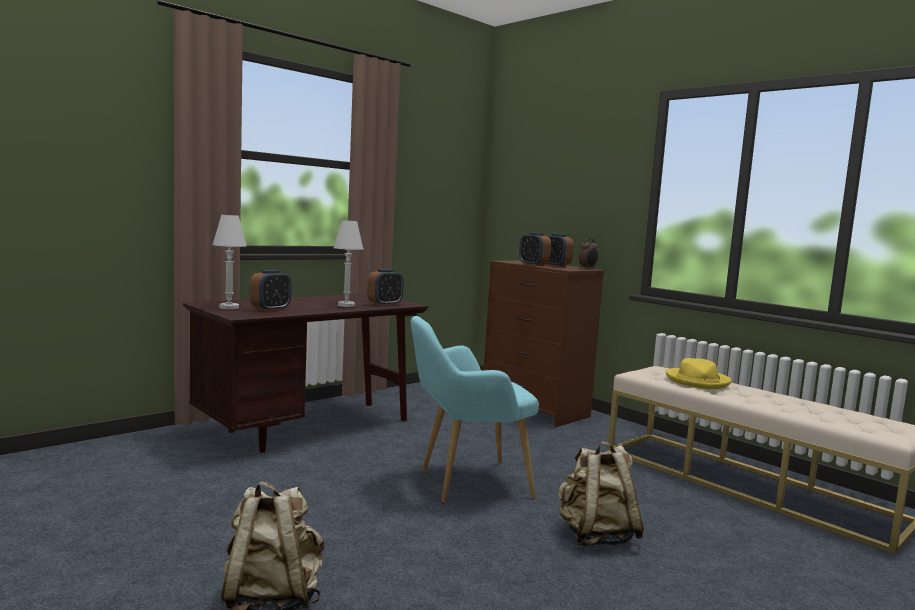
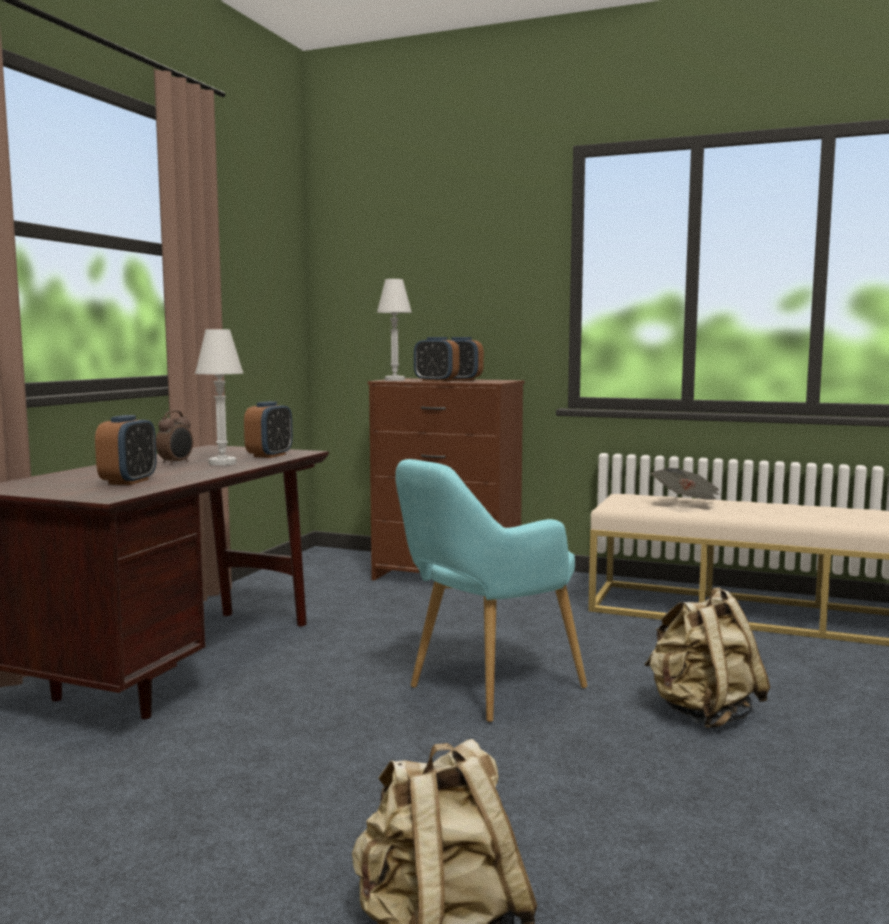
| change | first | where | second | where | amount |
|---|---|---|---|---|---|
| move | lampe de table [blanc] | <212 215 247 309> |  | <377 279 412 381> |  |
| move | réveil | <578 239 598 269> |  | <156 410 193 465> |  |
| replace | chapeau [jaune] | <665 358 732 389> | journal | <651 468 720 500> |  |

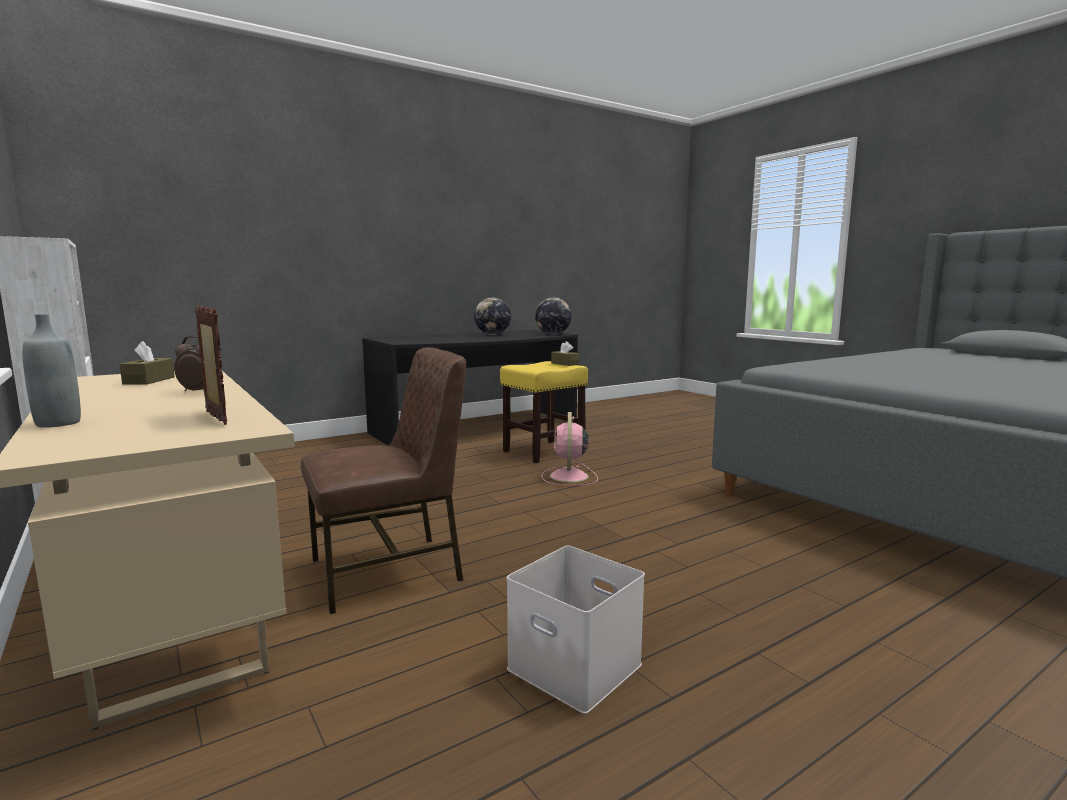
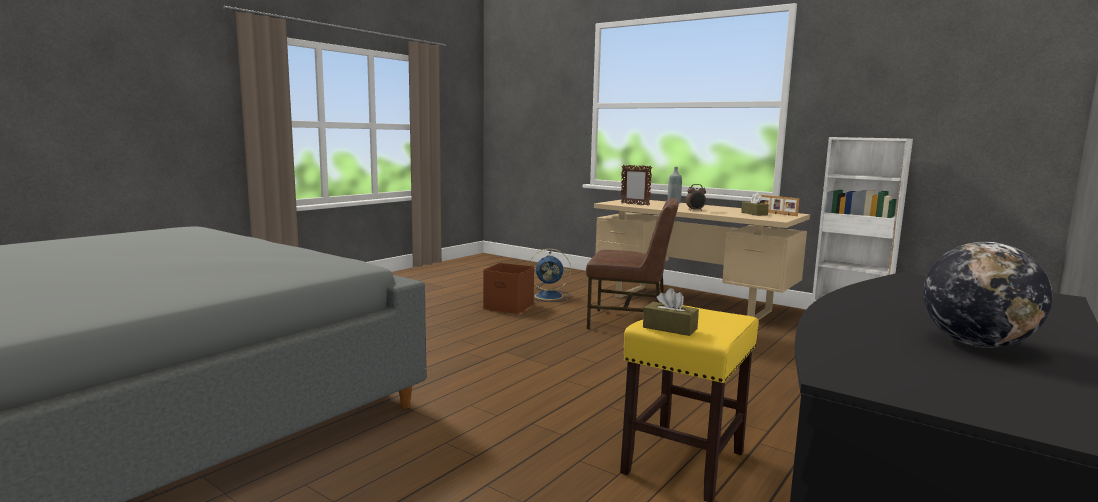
| change | first | where | second | where | amount |
|---|---|---|---|---|---|
| rotate | chaise [marron] | <301 347 466 614> |  | <586 198 679 329> | 120 degrees counterclockwise |
| recolor | boîte de rangement [blanc] | <507 546 645 714> | boîte de rangement [marron] | <483 263 534 314> |  |
| delete | globe | <535 297 572 335> |  |  |  |
| delete | ventilateur [rose] | <542 412 598 486> |  |  |  |
| insert |  |  | ventilateur [bleu] | <529 249 571 302> |  |
| insert |  |  | cadre photo | <758 195 800 216> |  |

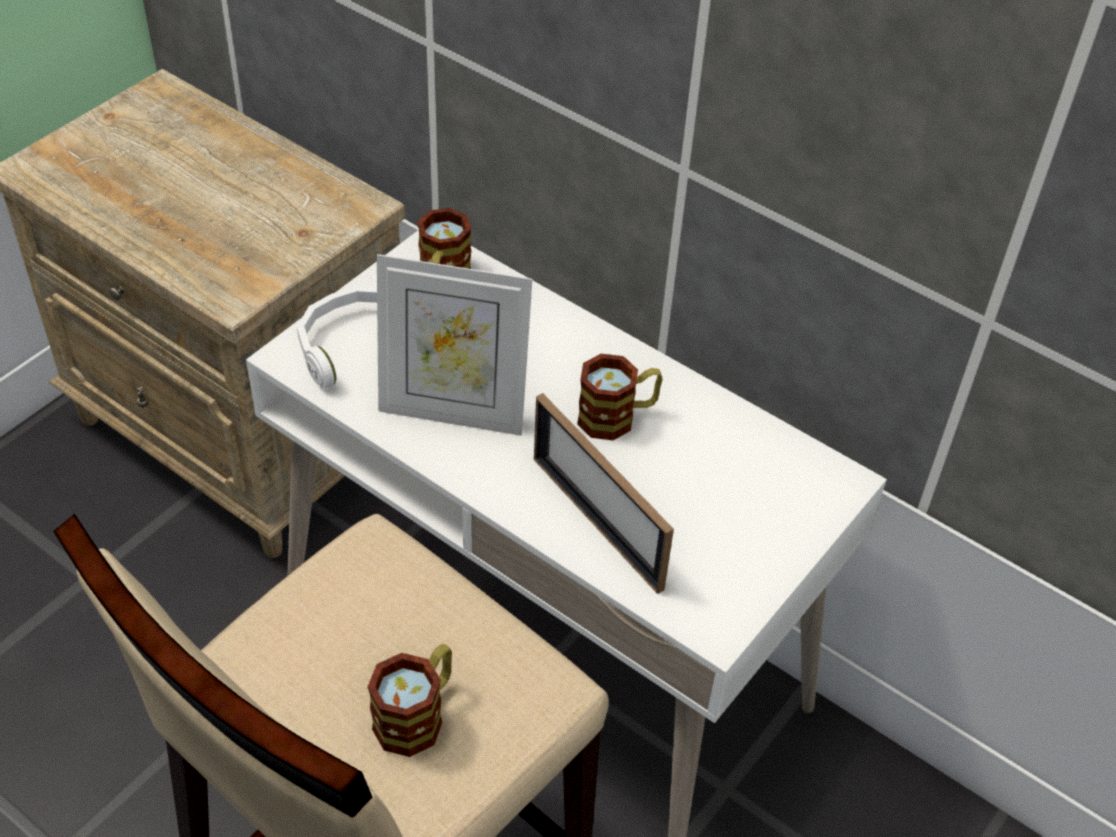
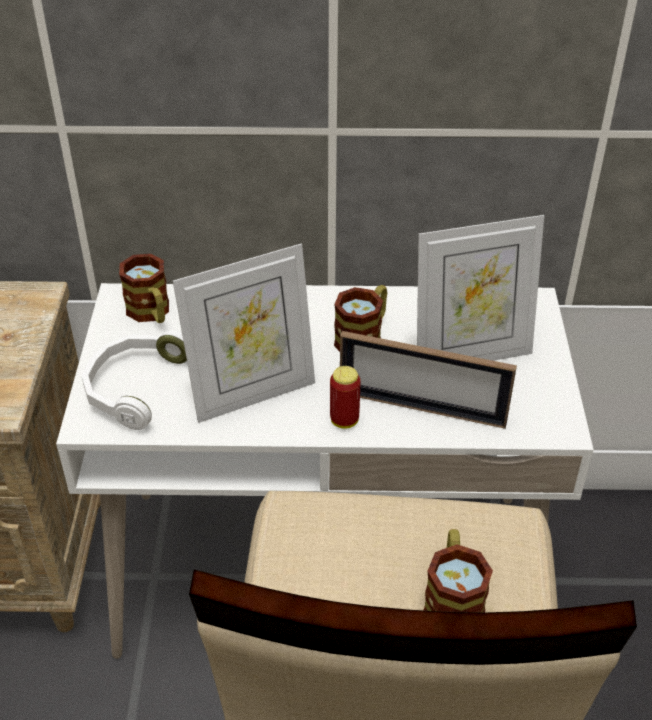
| change | first | where | second | where | amount |
|---|---|---|---|---|---|
| insert |  |  | boîte métallique | <330 366 361 429> |  |
| insert |  |  | cadre photo | <417 215 544 361> |  |

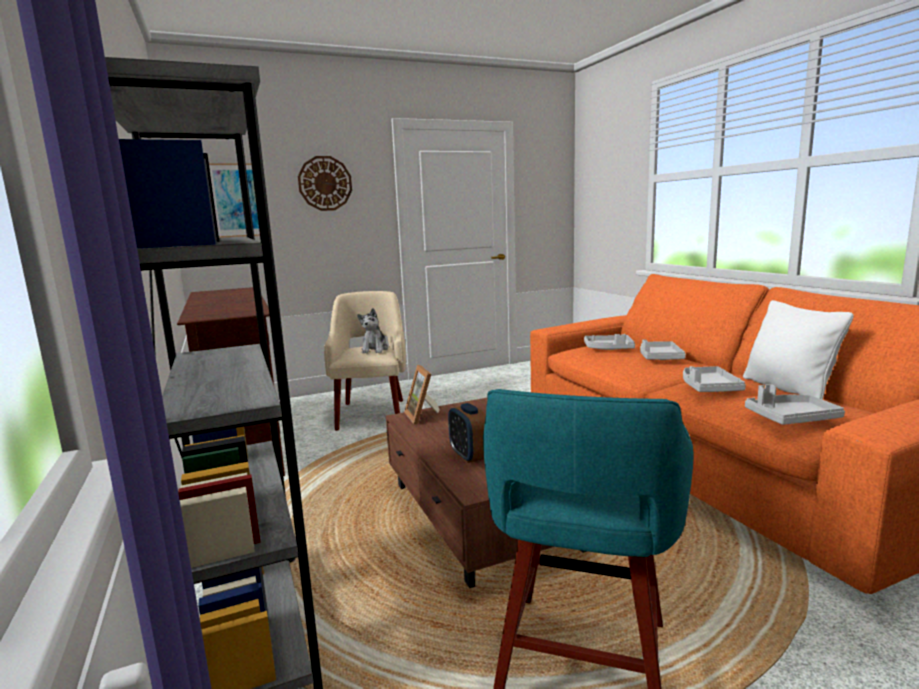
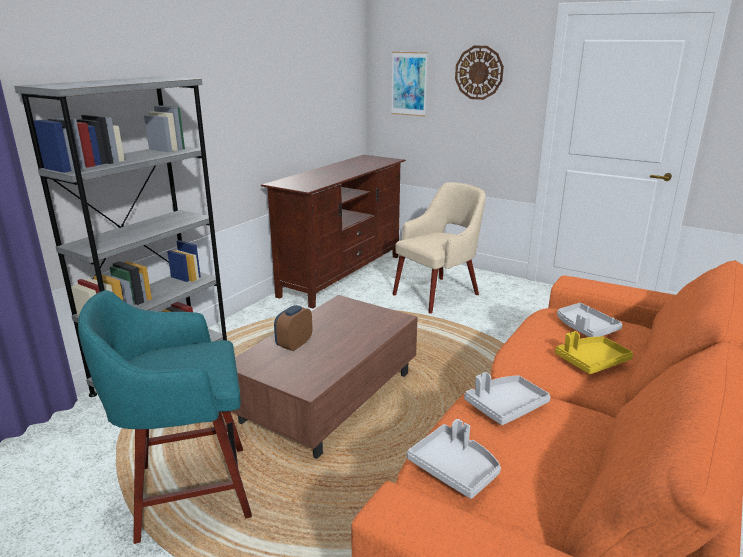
| change | first | where | second | where | amount |
|---|---|---|---|---|---|
| delete | peluche | <357 308 388 353> |  |  |  |
| delete | cadre photo | <404 365 440 425> |  |  |  |
| recolor | plateau [gris] | <640 339 686 360> | plateau [jaune] | <555 331 633 374> |  |
| delete | coussin [blanc] | <743 300 854 400> |  |  |  |

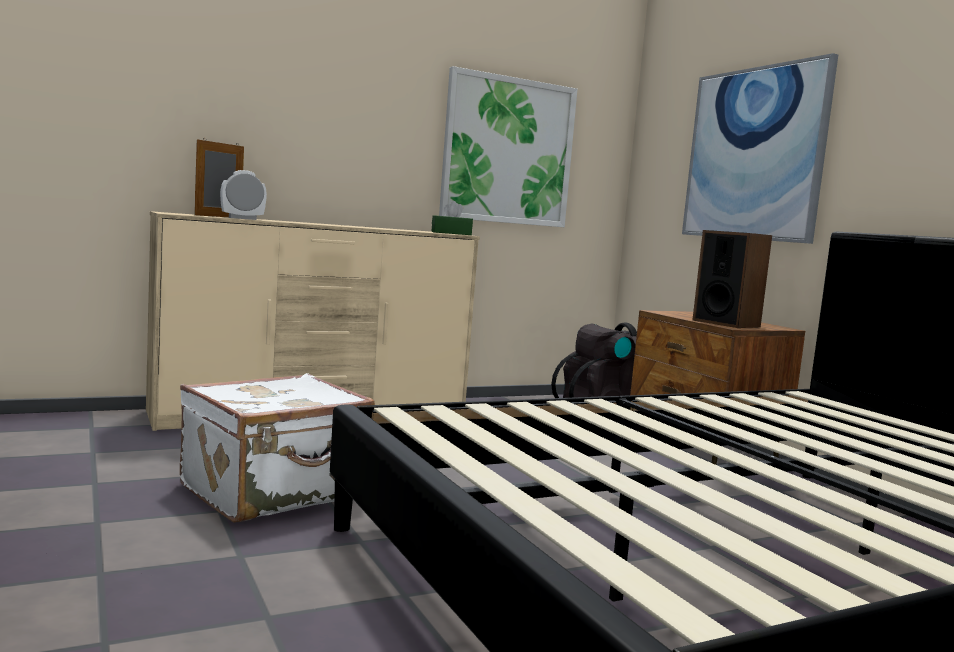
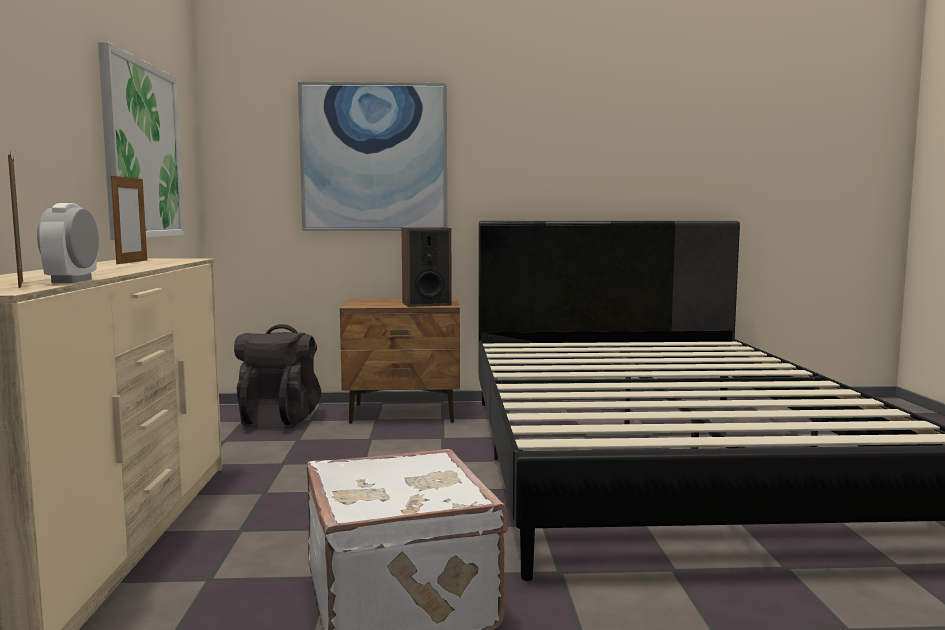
| change | first | where | second | where | amount |
|---|---|---|---|---|---|
| delete | boîte à mouchoirs [vert] | <431 201 473 235> |  |  |  |
| insert |  |  | cadre photo | <111 173 147 264> |  |

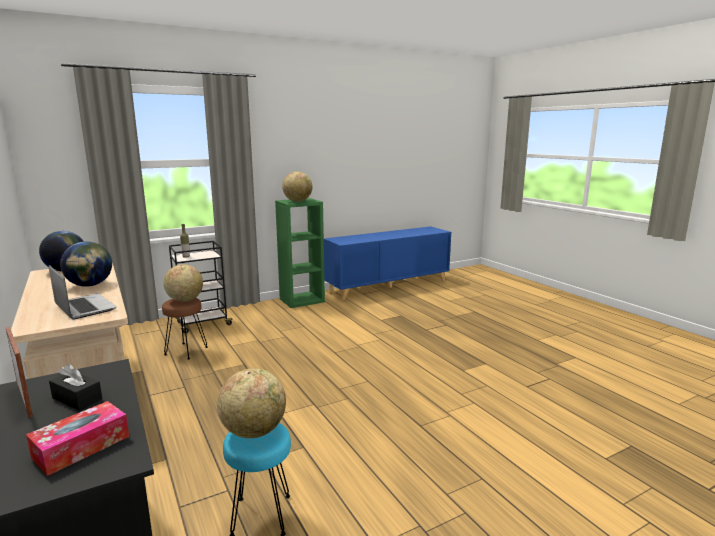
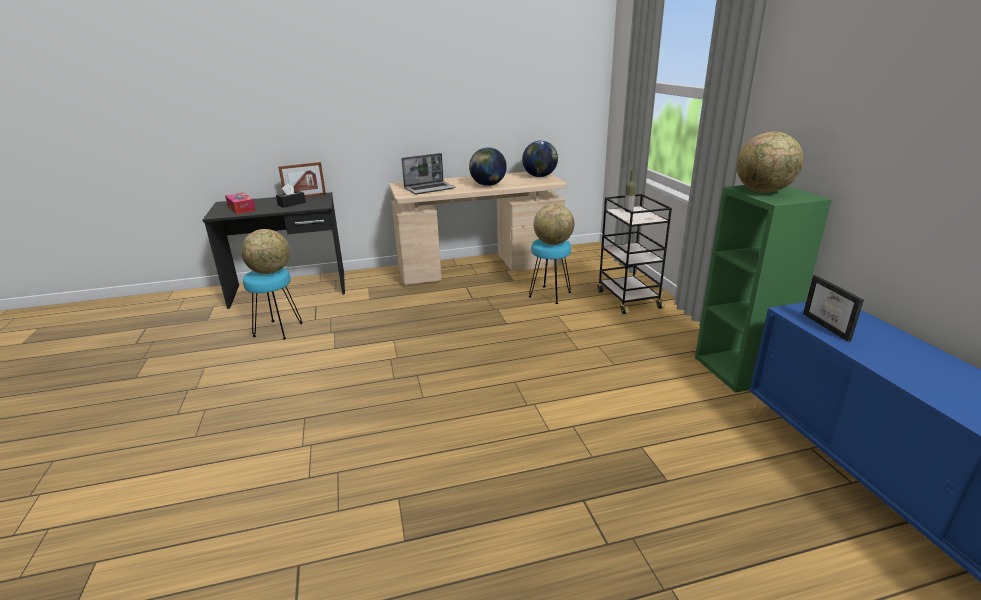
| change | first | where | second | where | amount |
|---|---|---|---|---|---|
| recolor | tabouret [marron] | <162 298 208 360> | tabouret [turquoise] | <529 239 571 304> |  |
| insert |  |  | cadre photo | <803 275 864 342> |  |

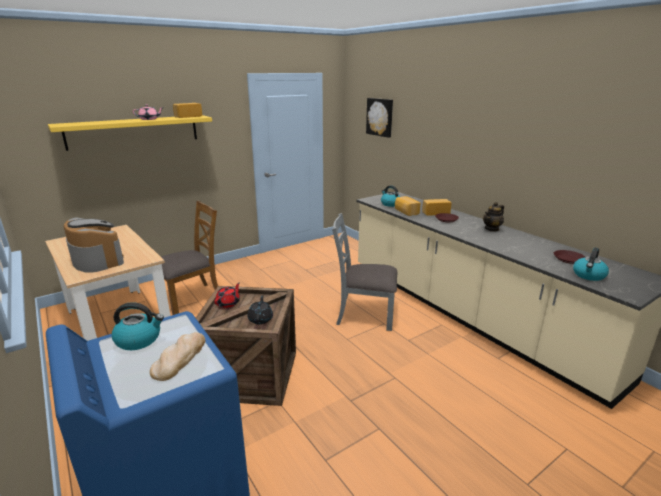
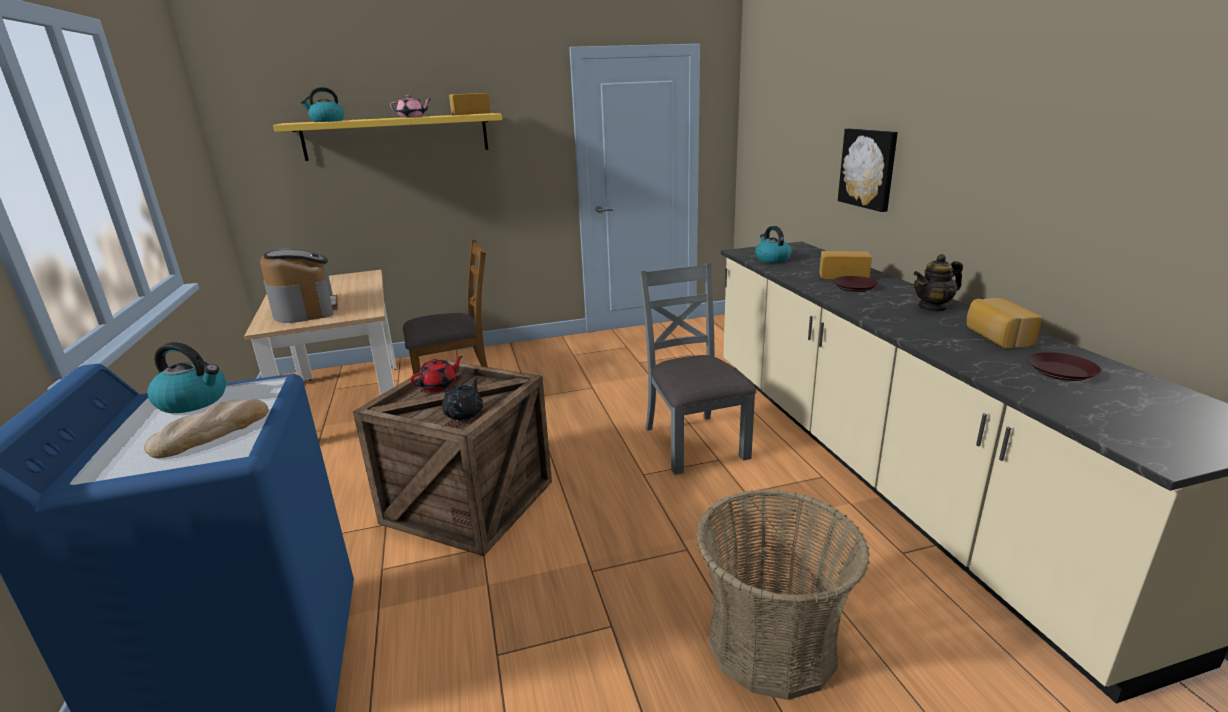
| change | first | where | second | where | amount |
|---|---|---|---|---|---|
| rotate | chaise [gris] | <332 213 398 331> |  | <639 263 756 475> | 45 degrees clockwise |
| move | tableau | <366 98 393 138> |  | <838 128 898 212> |  |
| move | pain | <395 196 420 216> |  | <967 298 1042 349> |  |
| move | bouilloire | <573 248 609 281> |  | <301 87 344 122> |  |
| insert |  |  | panier | <696 489 870 700> |  |

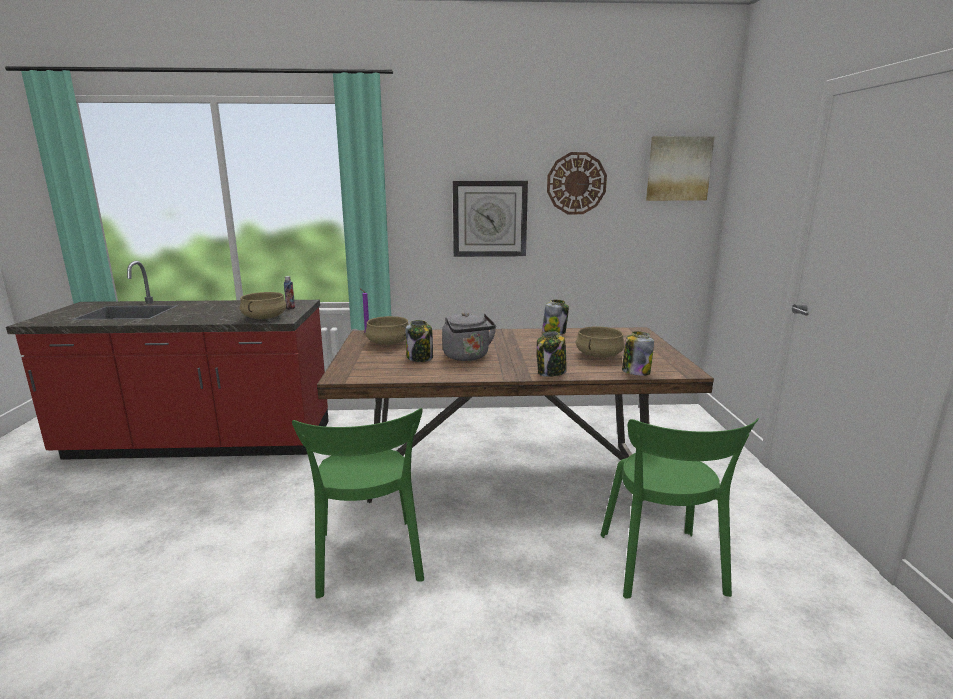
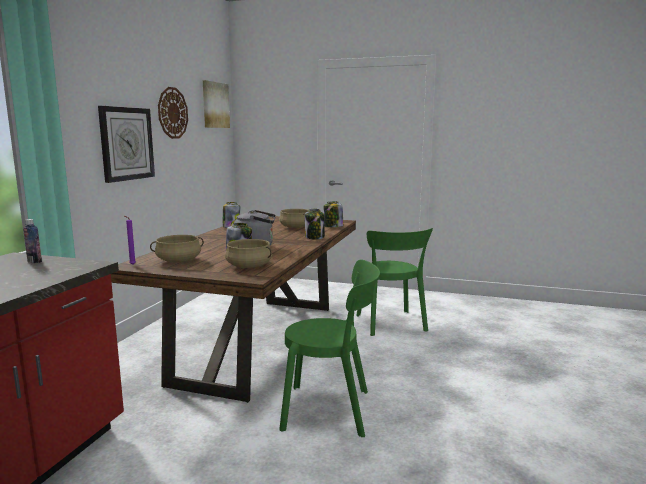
| change | first | where | second | where | amount |
|---|---|---|---|---|---|
| move | marmite [beige] | <240 292 287 319> |  | <225 239 272 268> |  |
| rotate | chaise [vert] | <600 418 759 599> |  | <356 228 433 336> | 60 degrees clockwise |

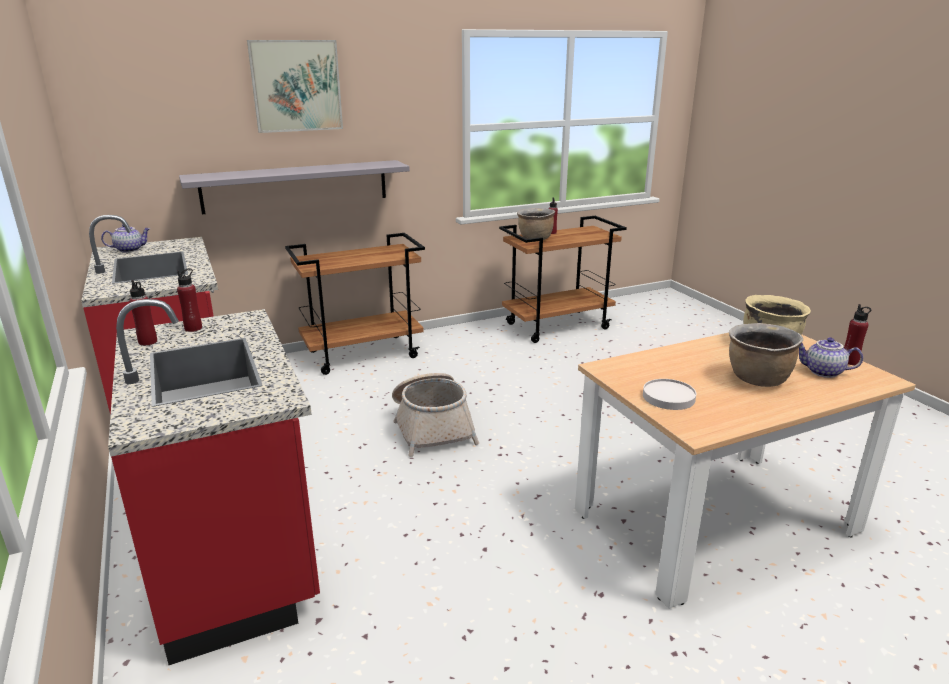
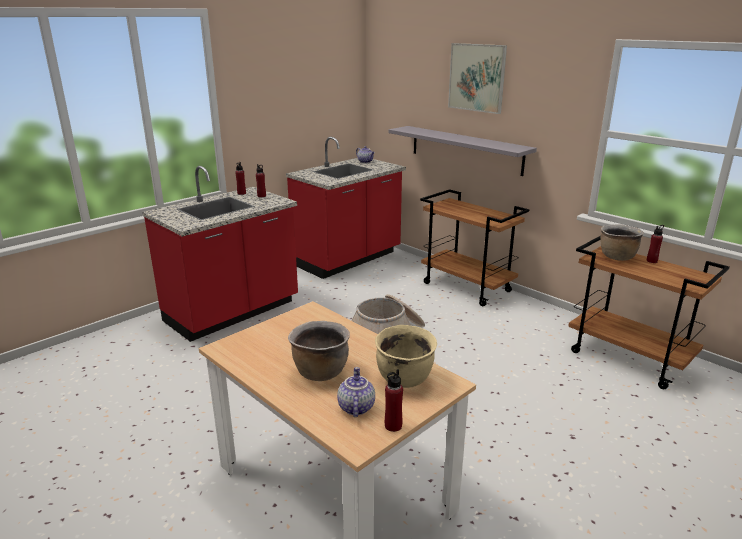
| change | first | where | second | where | amount |
|---|---|---|---|---|---|
| delete | assiette [blanc] | <643 379 696 410> |  |  |  |

